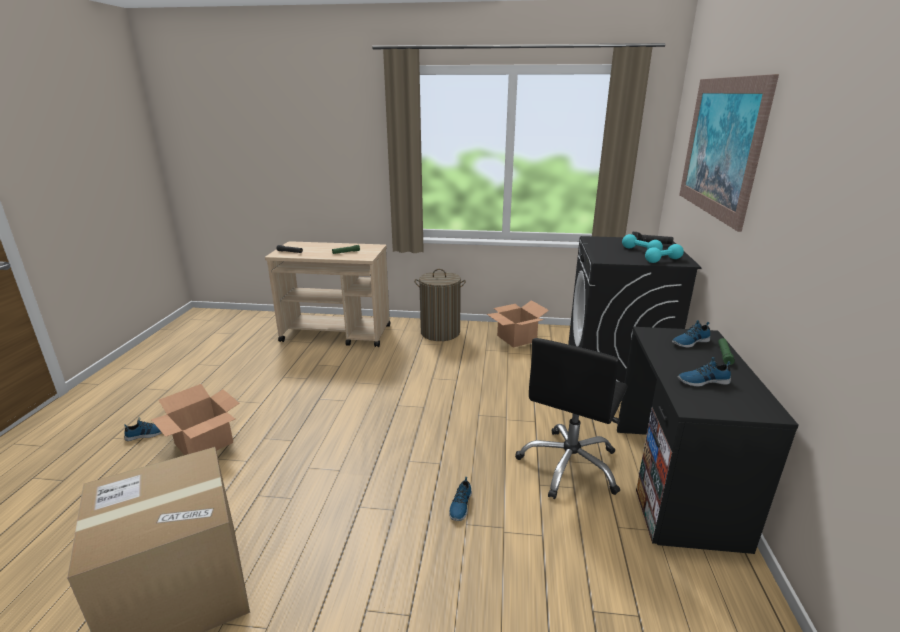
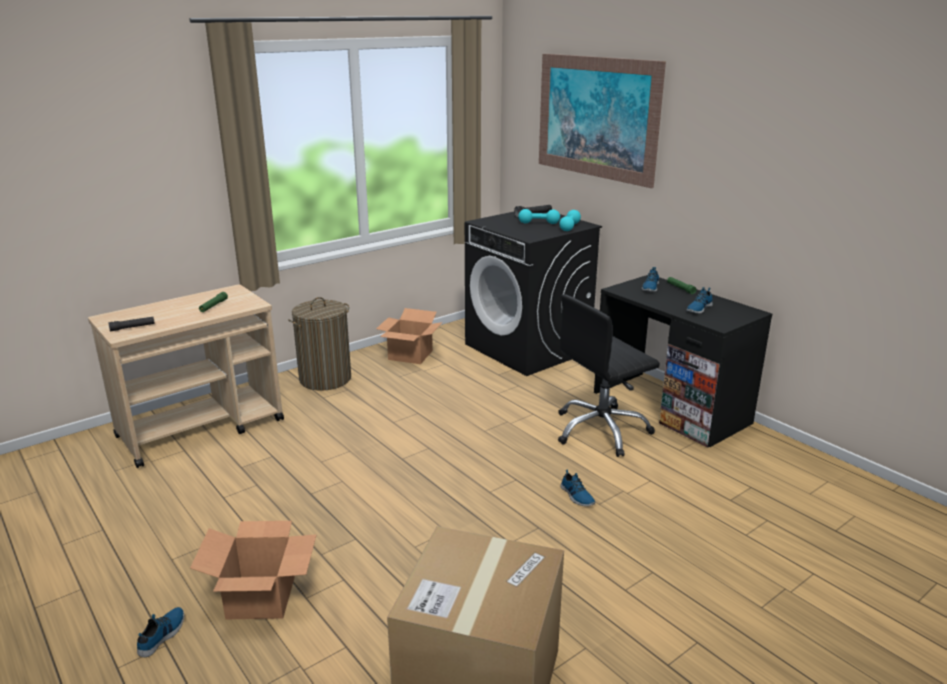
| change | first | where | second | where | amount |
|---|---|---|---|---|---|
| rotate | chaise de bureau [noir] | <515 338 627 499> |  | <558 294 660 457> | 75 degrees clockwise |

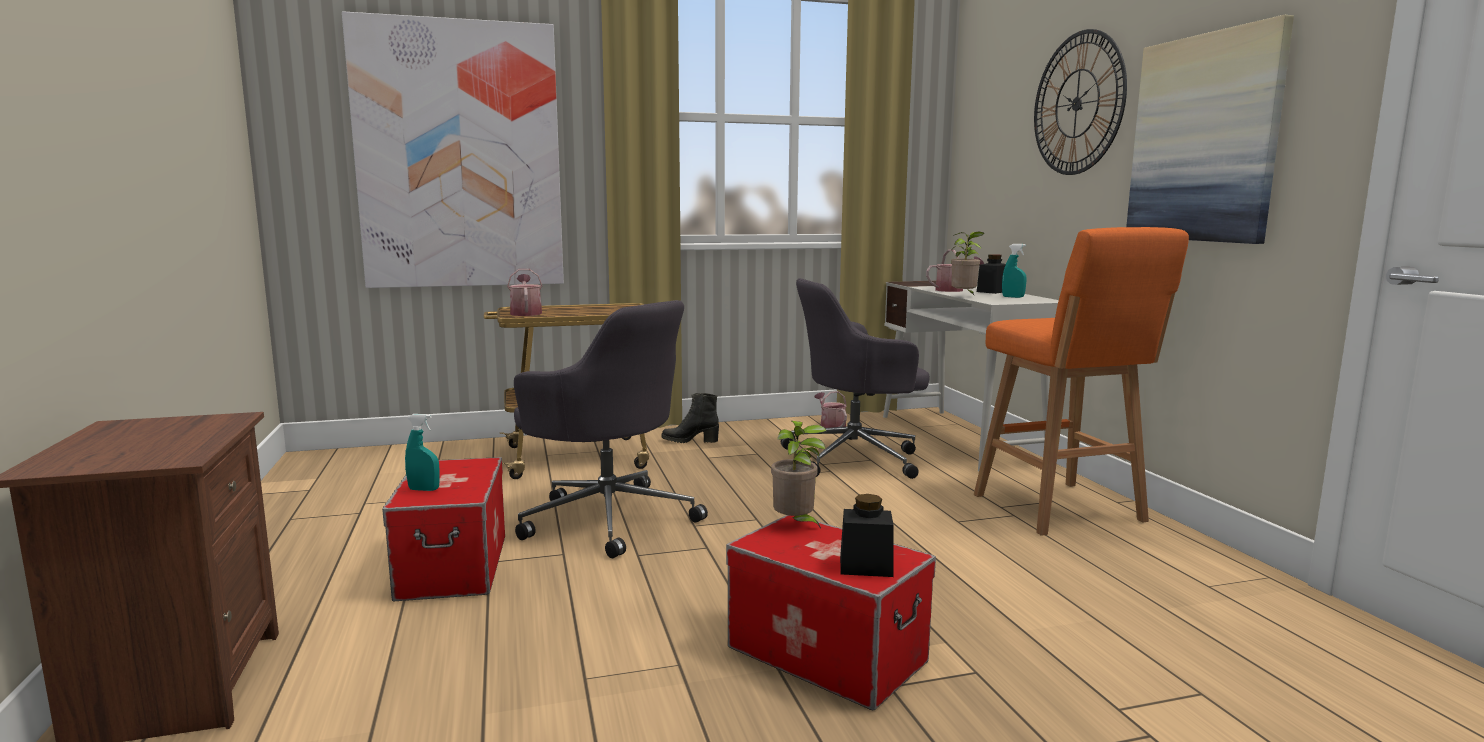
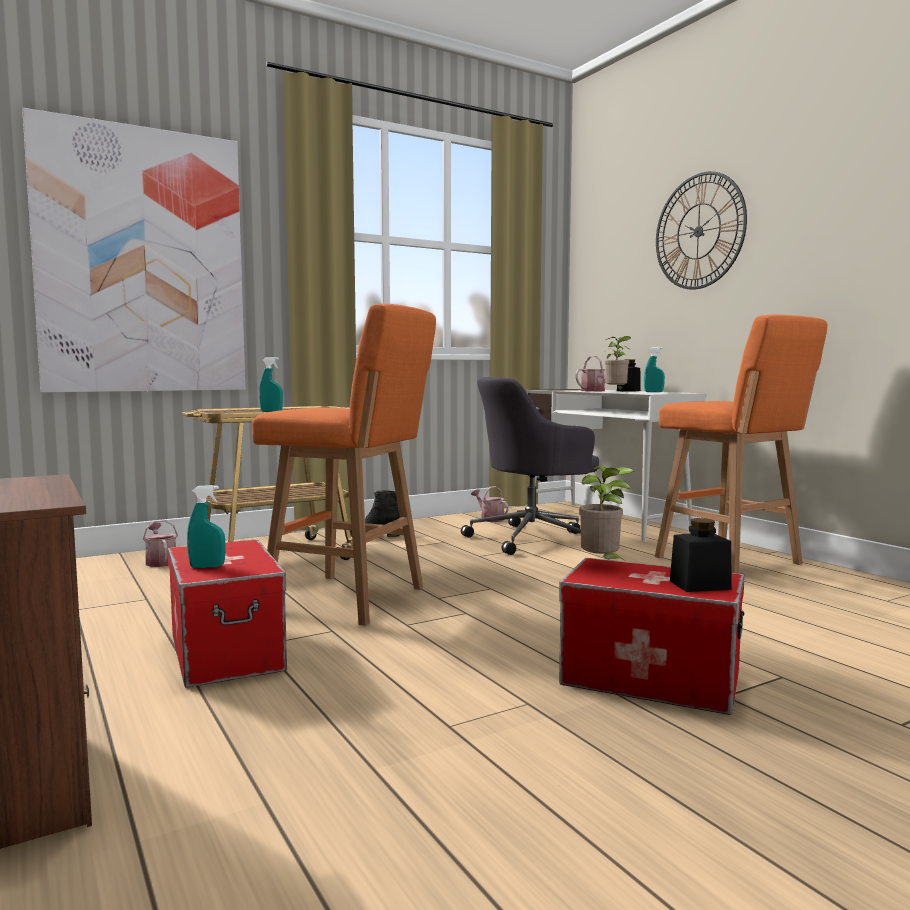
| change | first | where | second | where | amount |
|---|---|---|---|---|---|
| move | arrosoir | <507 269 542 316> |  | <143 520 178 567> |  |
| replace | chaise de bureau [gris] | <514 300 708 558> | tabouret [orange] | <252 303 436 626> |  |
| delete | tableau | <1126 15 1294 244> |  |  |  |
| insert |  |  | vaporisateur [turquoise] | <259 357 283 412> |  |

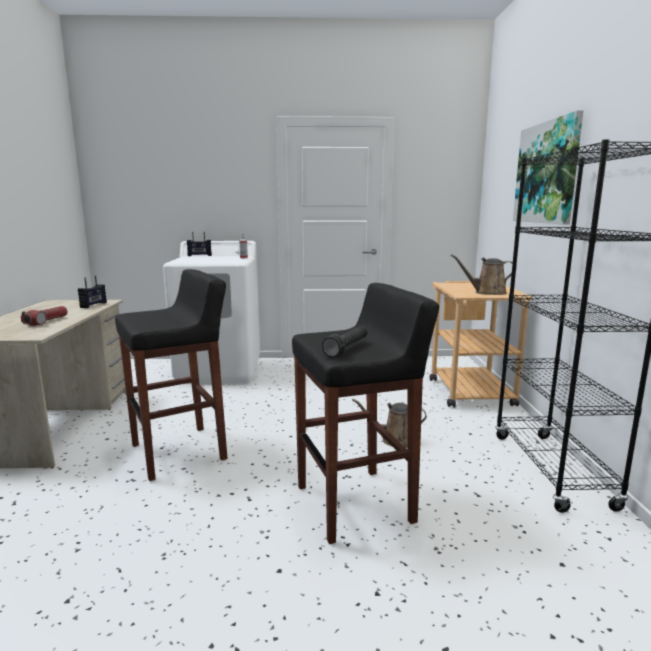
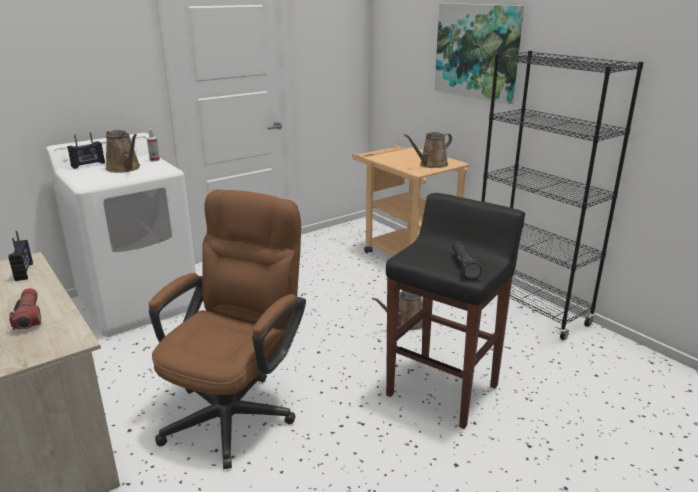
| change | first | where | second | where | amount |
|---|---|---|---|---|---|
| replace | tabouret [noir] | <115 269 228 481> | chaise de bureau [marron] | <149 189 306 469> |  |
| insert |  |  | arrosoir [marron] | <106 130 140 173> |  |

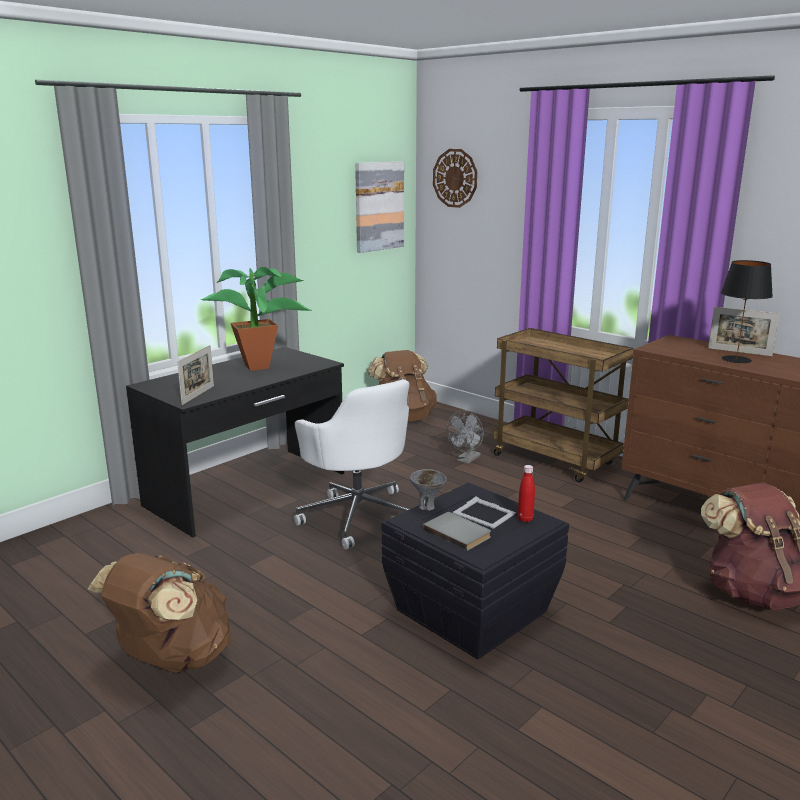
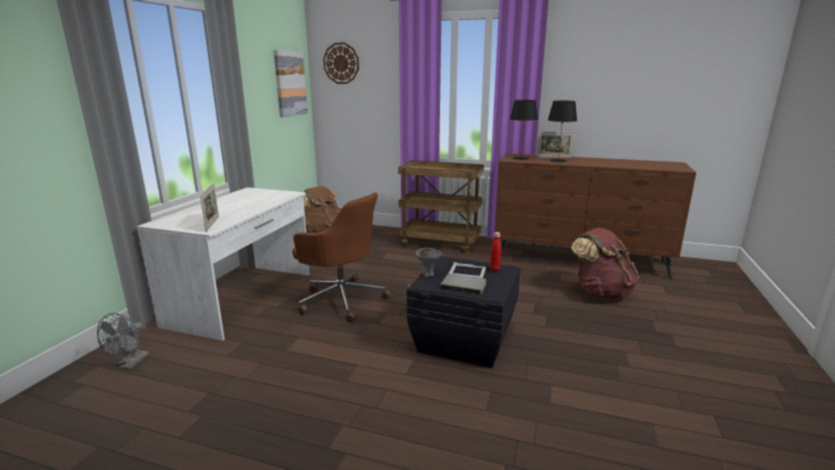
| change | first | where | second | where | amount |
|---|---|---|---|---|---|
| delete | sac à dos [marron] | <88 553 231 673> |  |  |  |
| recolor | bureau [noir] | <126 347 344 538> | bureau [blanc] | <137 187 310 341> |  |
| delete | plante en pot | <201 267 312 371> |  |  |  |
| recolor | chaise de bureau [blanc] | <294 379 409 550> | chaise de bureau [marron] | <292 192 391 323> |  |
| move | ventilateur [gris] | <446 410 484 464> |  | <97 313 149 370> |  |
| insert |  |  | lampe de table [noir] | <510 100 538 160> |  |

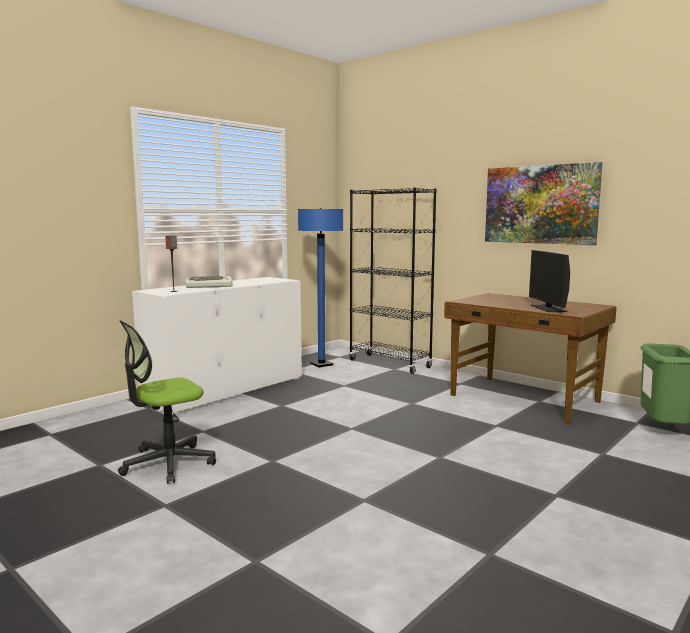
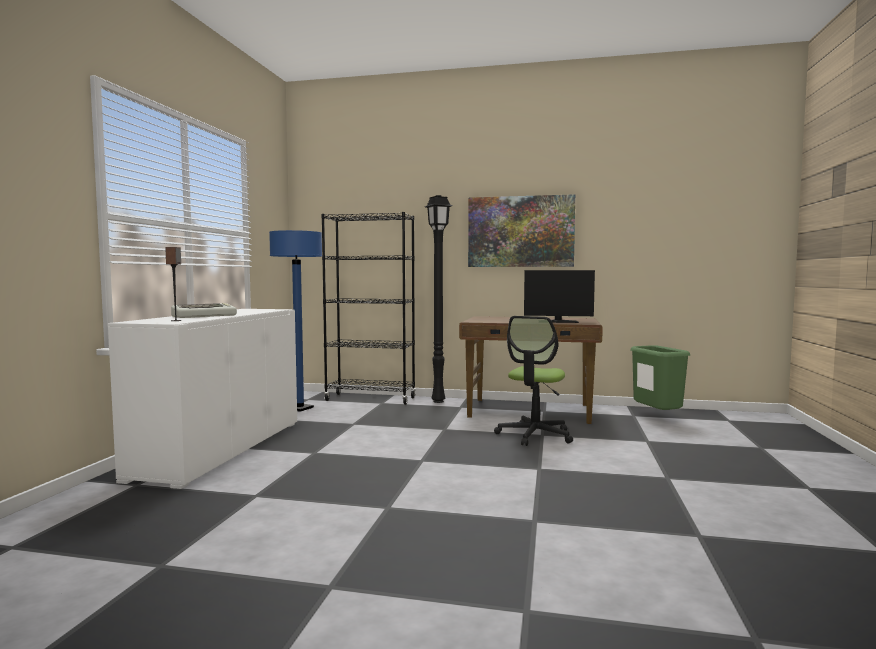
| change | first | where | second | where | amount |
|---|---|---|---|---|---|
| move | chaise de bureau | <118 320 216 484> |  | <494 316 573 446> |  |
| rotate | écran d'ordinateur | <529 250 570 312> |  | <524 270 595 323> | 45 degrees counterclockwise |
| insert |  |  | lampadaire [noir] | <425 195 452 403> |  |

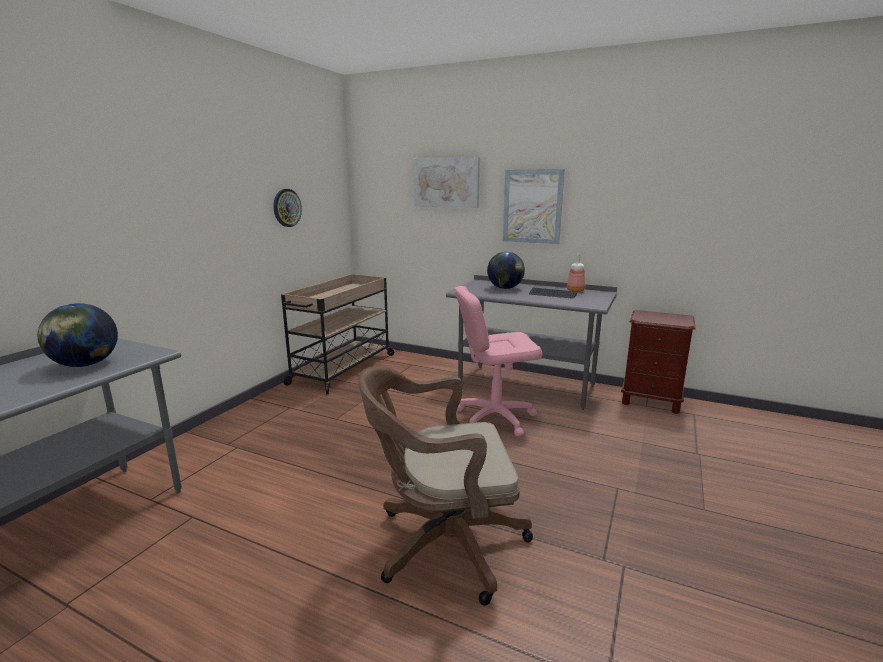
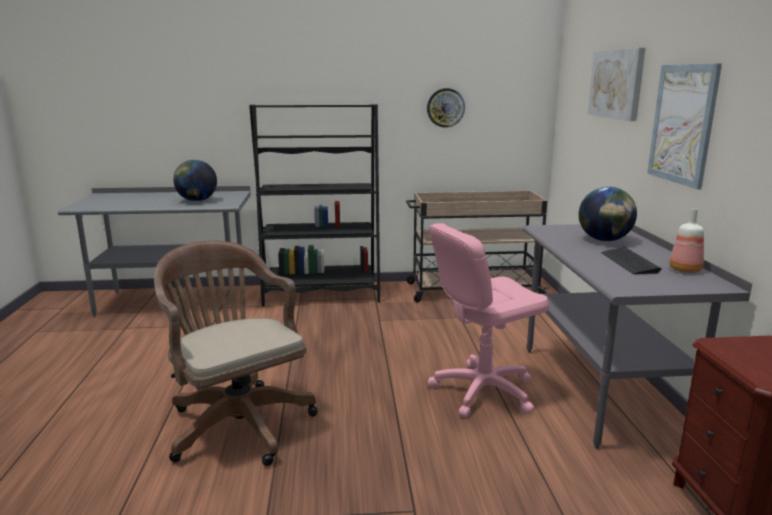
| change | first | where | second | where | amount |
|---|---|---|---|---|---|
| rotate | chaise de bureau [rose] | <454 286 542 437> |  | <427 223 549 418> | 75 degrees counterclockwise |
| insert |  |  | bibliothèque [noir] | <249 104 380 306> |  |

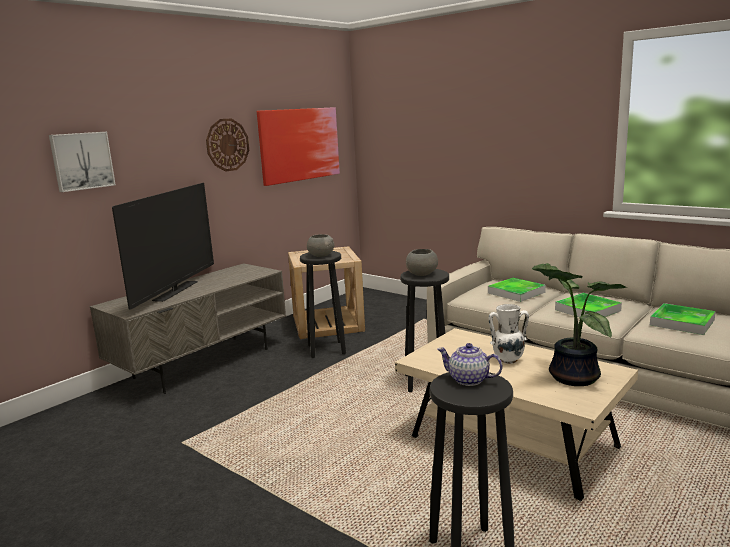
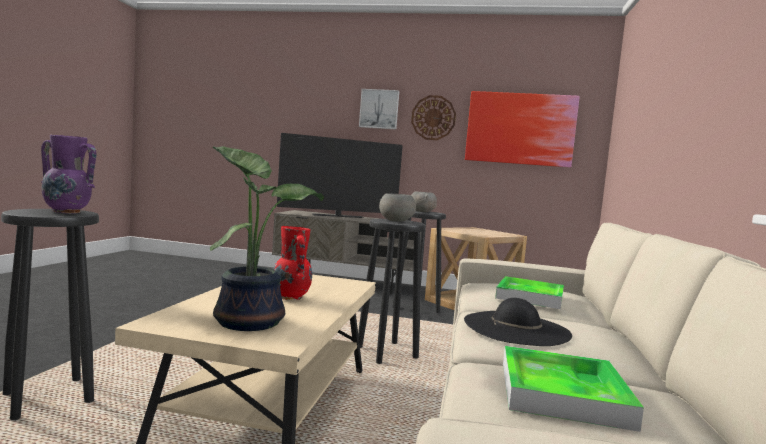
| change | first | where | second | where | amount |
|---|---|---|---|---|---|
| move | tableau | <49 132 116 192> |  | <359 89 399 130> |  |
| replace | théière | <437 343 502 386> | vase [violet] | <41 135 96 214> |  |
| recolor | vase [blanc] | <489 304 529 364> | vase [rouge] | <273 226 312 300> |  |
| replace | plateau | <555 293 622 317> | chapeau [noir] | <464 298 572 346> |  |

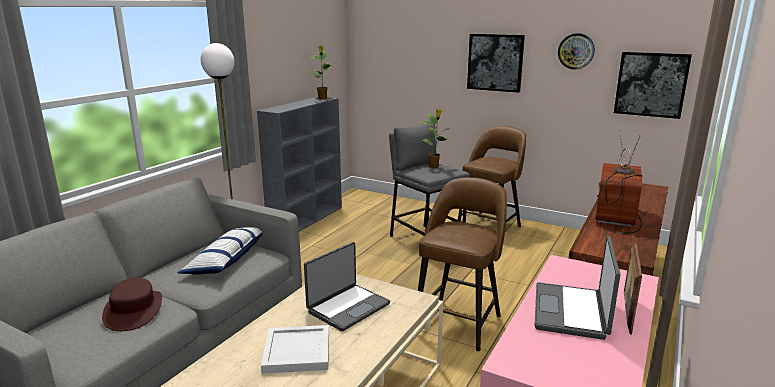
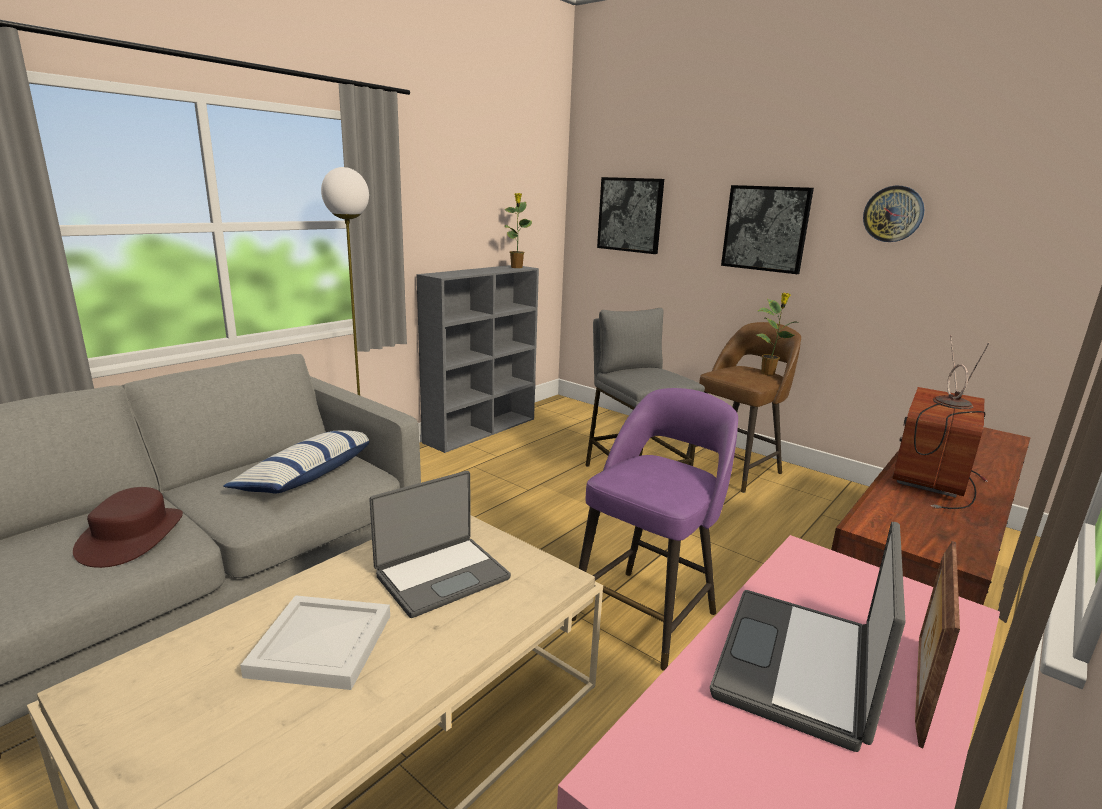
| change | first | where | second | where | amount |
|---|---|---|---|---|---|
| recolor | tabouret [marron] | <418 177 507 351> | tabouret [violet] | <572 388 738 671> |  |
| move | plante en pot | <420 109 448 168> |  | <757 292 798 376> |  |
| move | tableau | <614 52 692 119> |  | <597 177 664 254> |  |

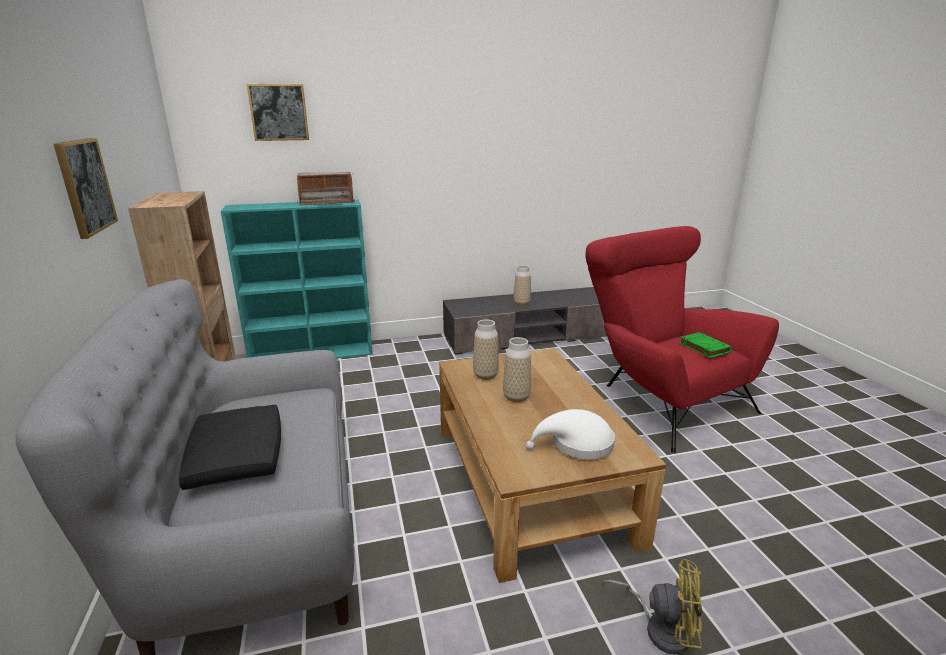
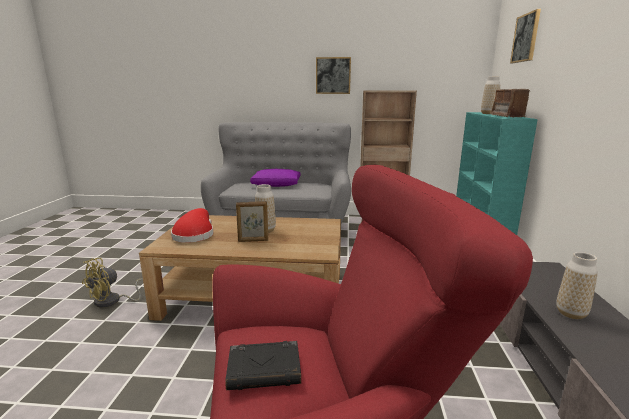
| change | first | where | second | where | amount |
|---|---|---|---|---|---|
| recolor | coussin [noir] | <179 405 281 490> | coussin [violet] | <250 169 301 187> |  |
| move | vase | <473 319 499 380> |  | <481 76 500 114> |  |
| recolor | chapeau [blanc] | <526 409 615 459> | chapeau [rouge] | <171 208 213 243> |  |
| recolor | livre [vert] | <679 332 732 358> | livre [noir] | <225 341 301 390> |  |
| insert |  |  | cadre photo | <236 201 268 242> |  |

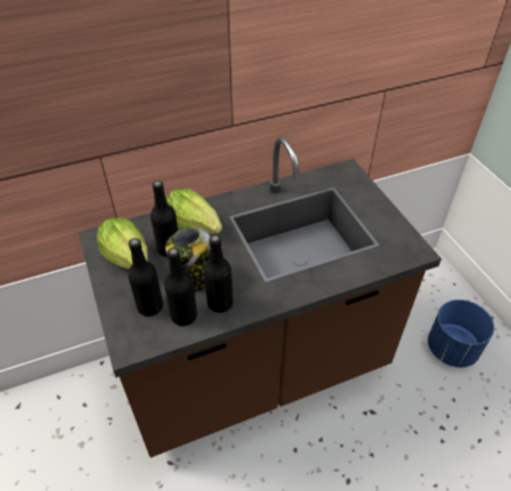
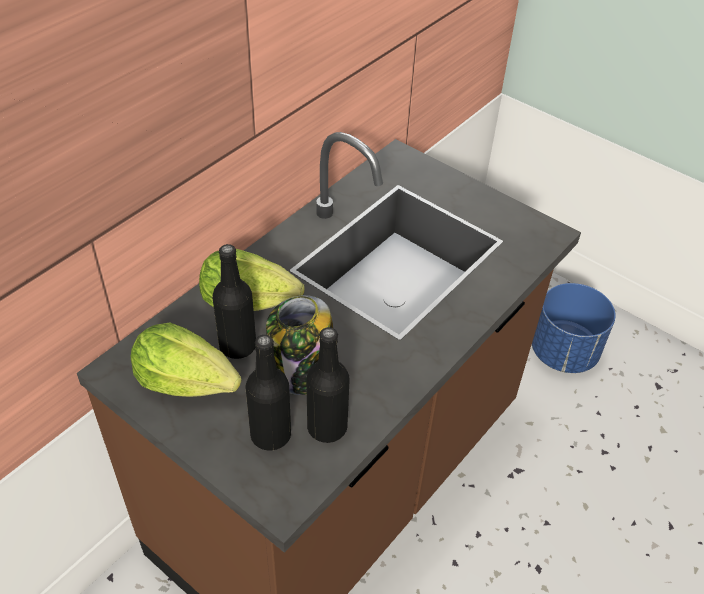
| change | first | where | second | where | amount |
|---|---|---|---|---|---|
| delete | bouteille [noir] | <204 235 233 313> |  |  |  |

